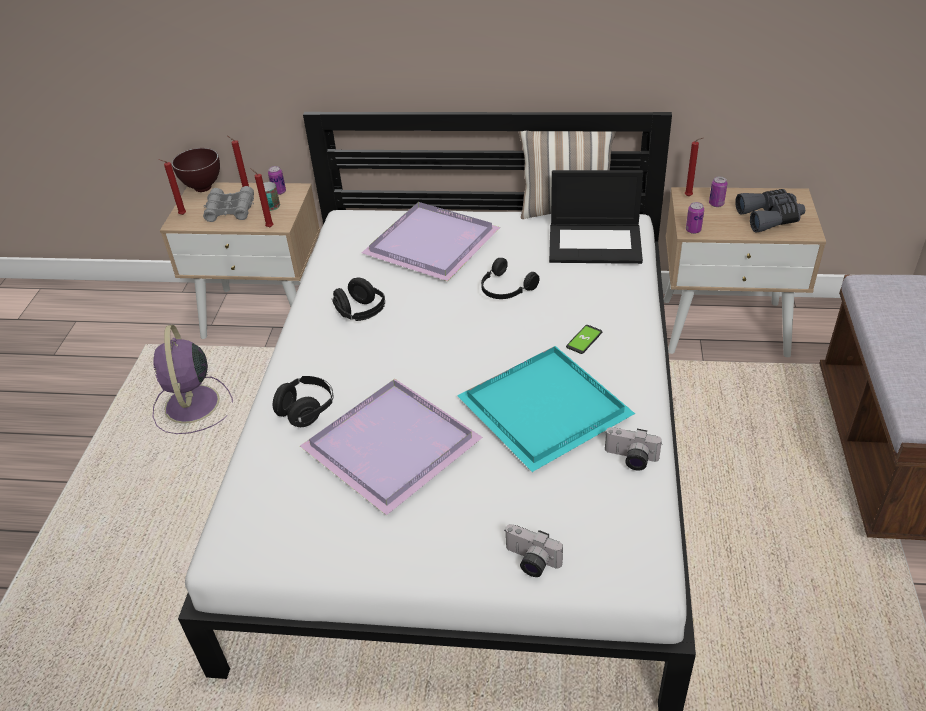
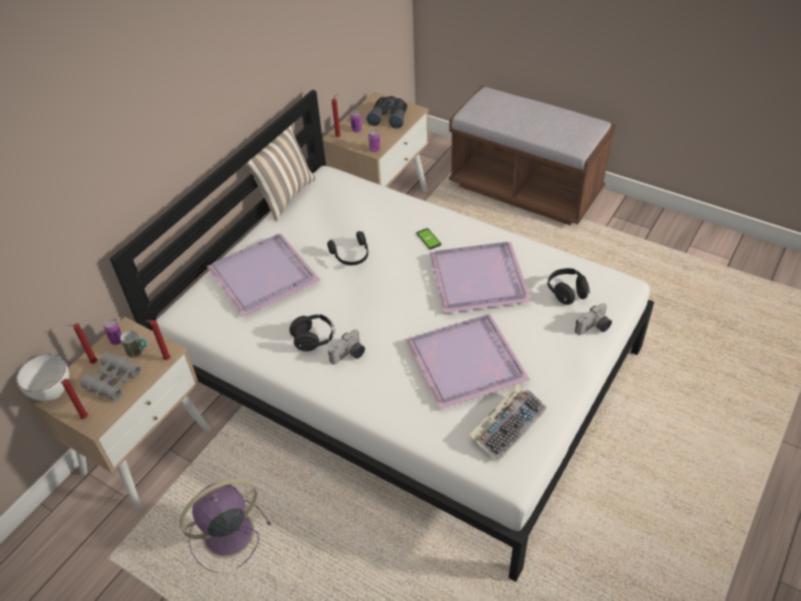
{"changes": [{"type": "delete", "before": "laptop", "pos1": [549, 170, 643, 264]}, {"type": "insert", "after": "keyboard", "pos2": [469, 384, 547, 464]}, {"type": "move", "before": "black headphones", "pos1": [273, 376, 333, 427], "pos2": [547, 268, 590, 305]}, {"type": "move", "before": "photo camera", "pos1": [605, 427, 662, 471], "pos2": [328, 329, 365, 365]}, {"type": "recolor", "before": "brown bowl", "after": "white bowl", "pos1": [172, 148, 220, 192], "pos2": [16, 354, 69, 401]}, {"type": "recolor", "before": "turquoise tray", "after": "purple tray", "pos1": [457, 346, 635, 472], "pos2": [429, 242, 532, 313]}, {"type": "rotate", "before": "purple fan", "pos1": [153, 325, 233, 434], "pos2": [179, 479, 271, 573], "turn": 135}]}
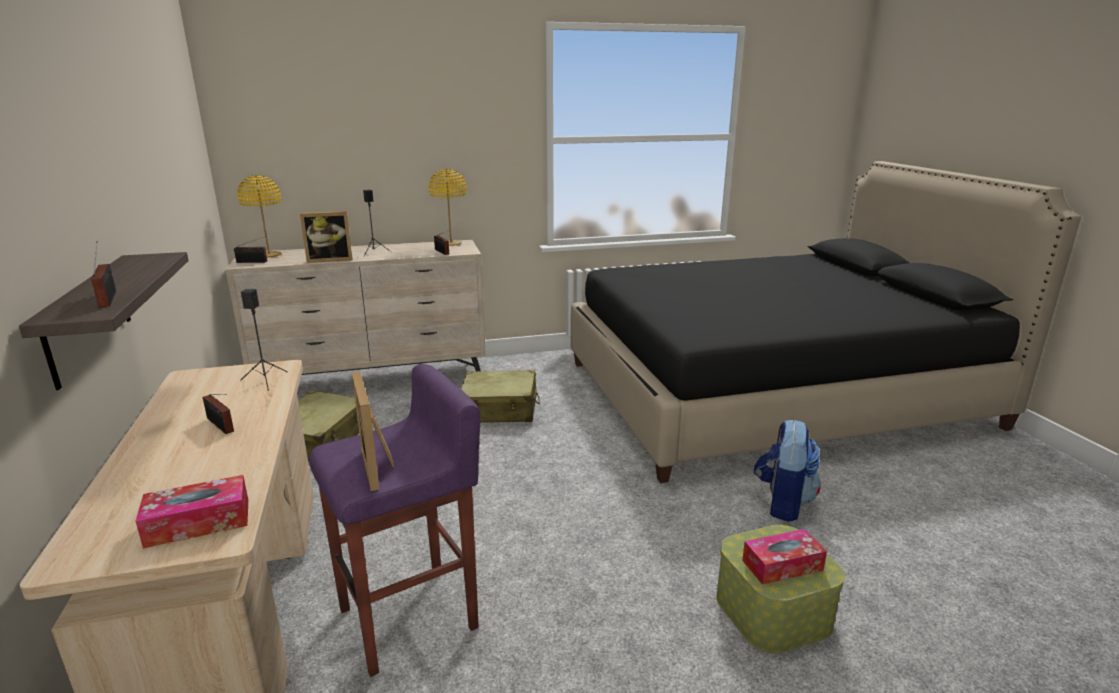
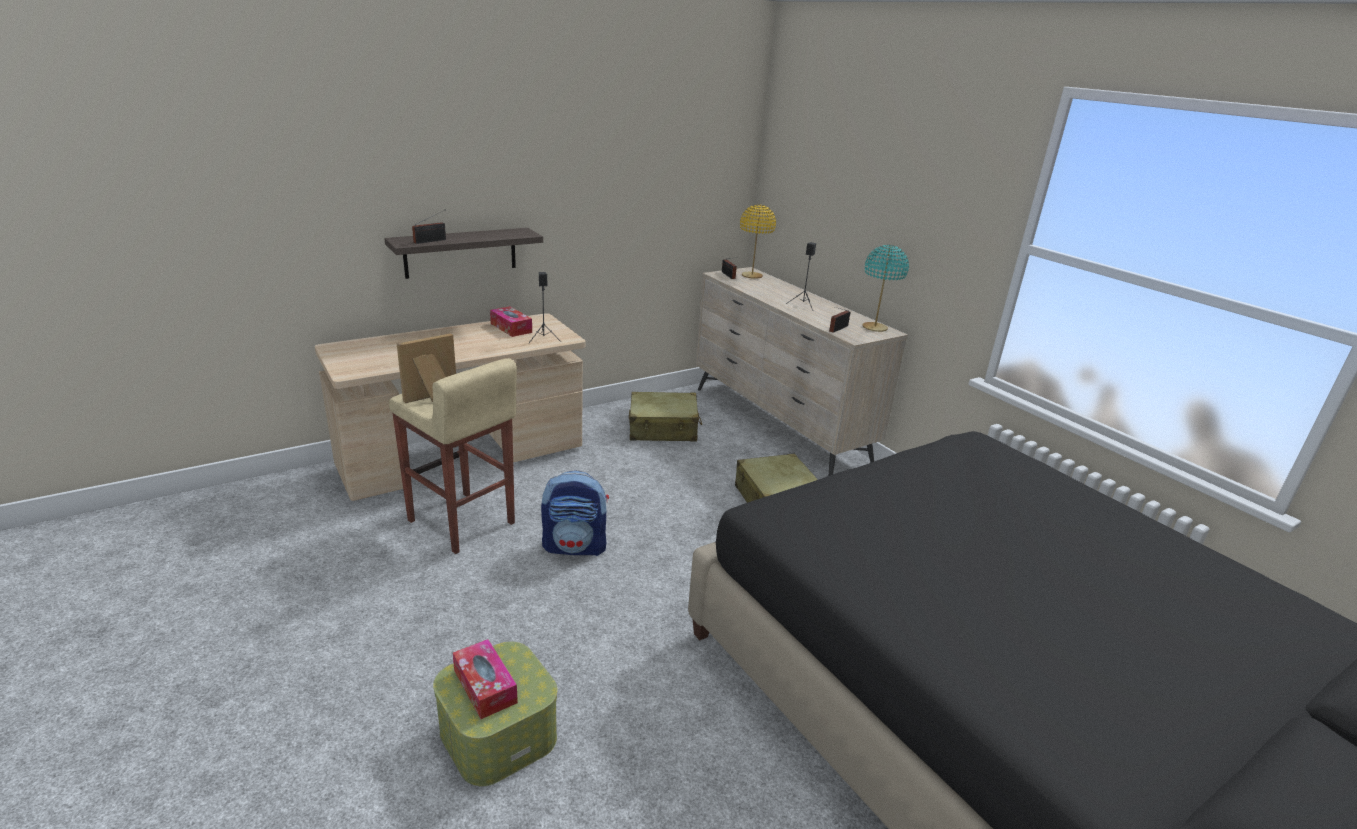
{"changes": [{"type": "delete", "before": "radio", "pos1": [203, 394, 234, 434]}, {"type": "delete", "before": "picture frame", "pos1": [300, 211, 352, 263]}, {"type": "move", "before": "tissue box", "pos1": [135, 475, 248, 549], "pos2": [490, 306, 532, 337]}, {"type": "move", "before": "backpack", "pos1": [754, 419, 821, 522], "pos2": [541, 471, 609, 556]}, {"type": "recolor", "before": "purple stool", "after": "beige stool", "pos1": [309, 364, 480, 677], "pos2": [389, 358, 517, 554]}, {"type": "recolor", "before": "yellow table lamp", "after": "turquoise table lamp", "pos1": [429, 169, 466, 246], "pos2": [862, 245, 909, 332]}]}
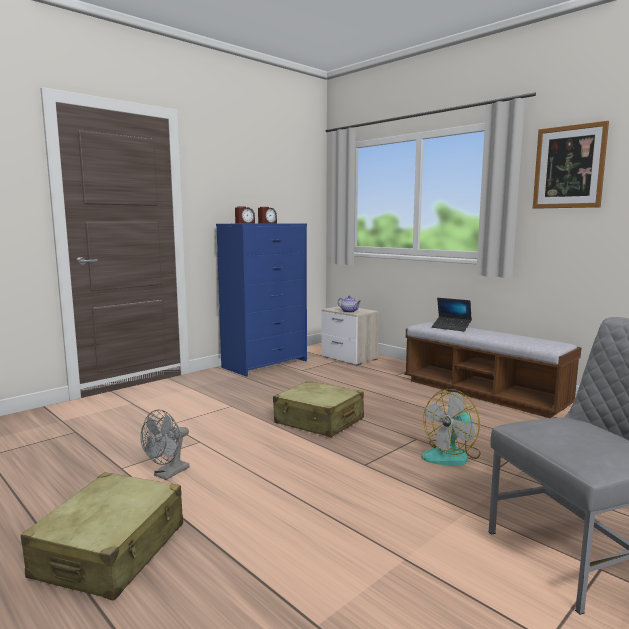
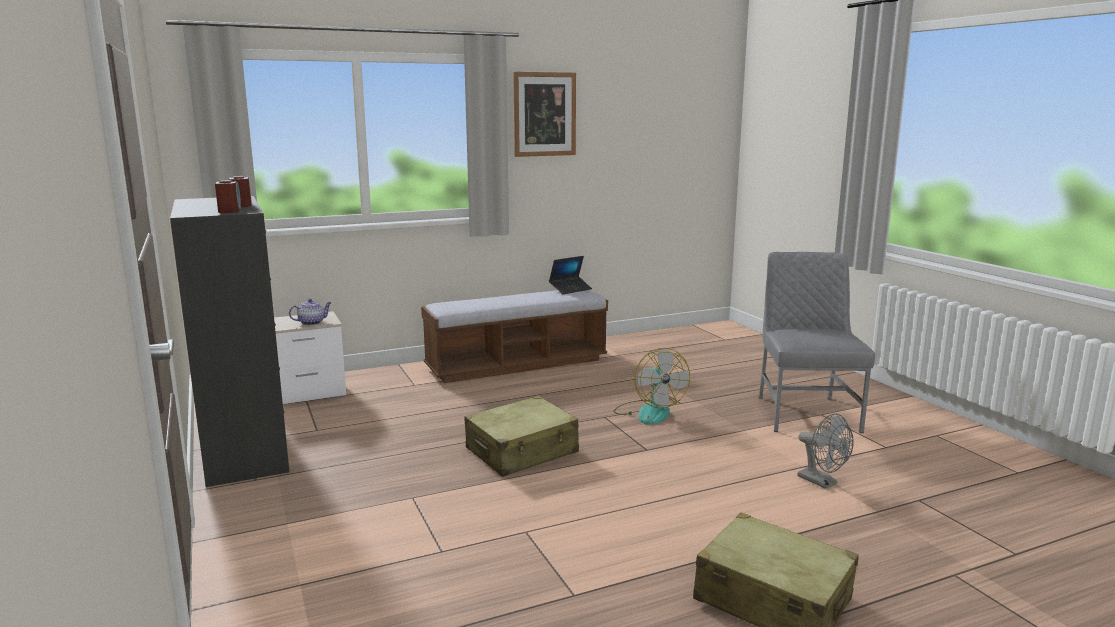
{"changes": [{"type": "move", "before": "grey fan", "pos1": [140, 410, 190, 480], "pos2": [797, 413, 854, 489]}, {"type": "move", "before": "laptop", "pos1": [432, 298, 472, 331], "pos2": [549, 256, 592, 294]}, {"type": "recolor", "before": "blue dresser", "after": "black dresser", "pos1": [216, 223, 307, 377], "pos2": [170, 196, 289, 487]}]}
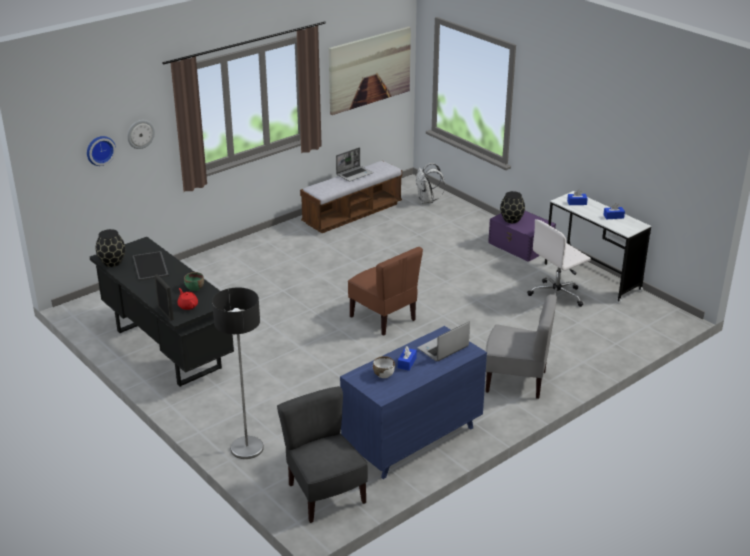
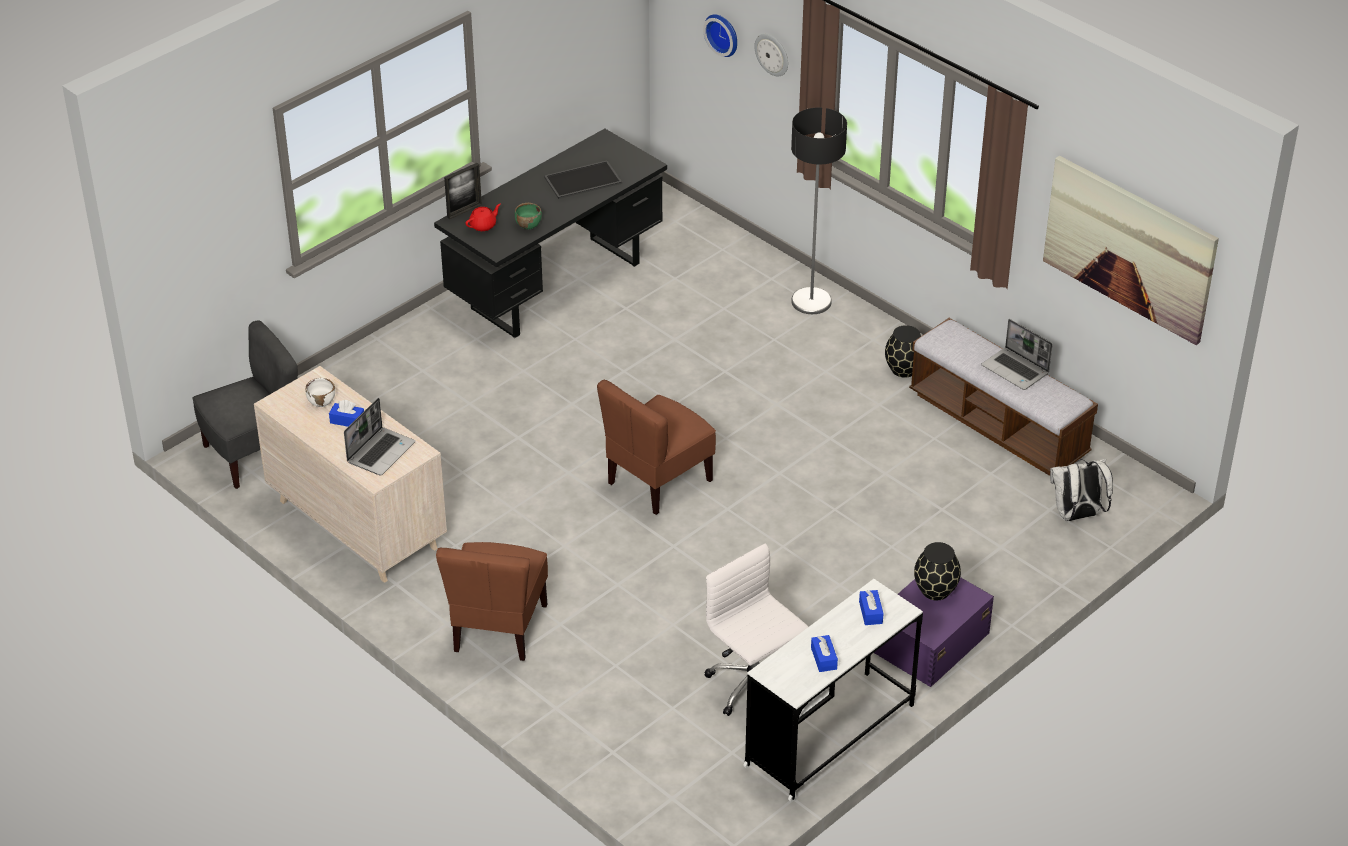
{"changes": [{"type": "move", "before": "black vase", "pos1": [96, 229, 125, 267], "pos2": [885, 325, 921, 378]}, {"type": "move", "before": "floor lamp", "pos1": [212, 287, 264, 459], "pos2": [791, 108, 847, 314]}, {"type": "recolor", "before": "blue dresser", "after": "beige dresser", "pos1": [340, 326, 487, 479], "pos2": [254, 366, 447, 583]}, {"type": "recolor", "before": "grey chair", "after": "brown chair", "pos1": [486, 294, 557, 399], "pos2": [436, 542, 548, 661]}, {"type": "rotate", "before": "laptop", "pos1": [417, 321, 470, 361], "pos2": [344, 398, 415, 475], "turn": 75}]}
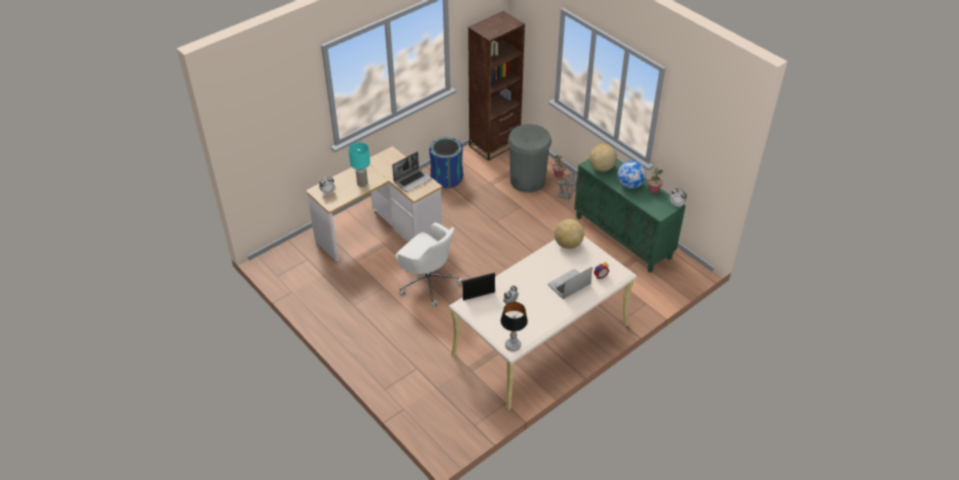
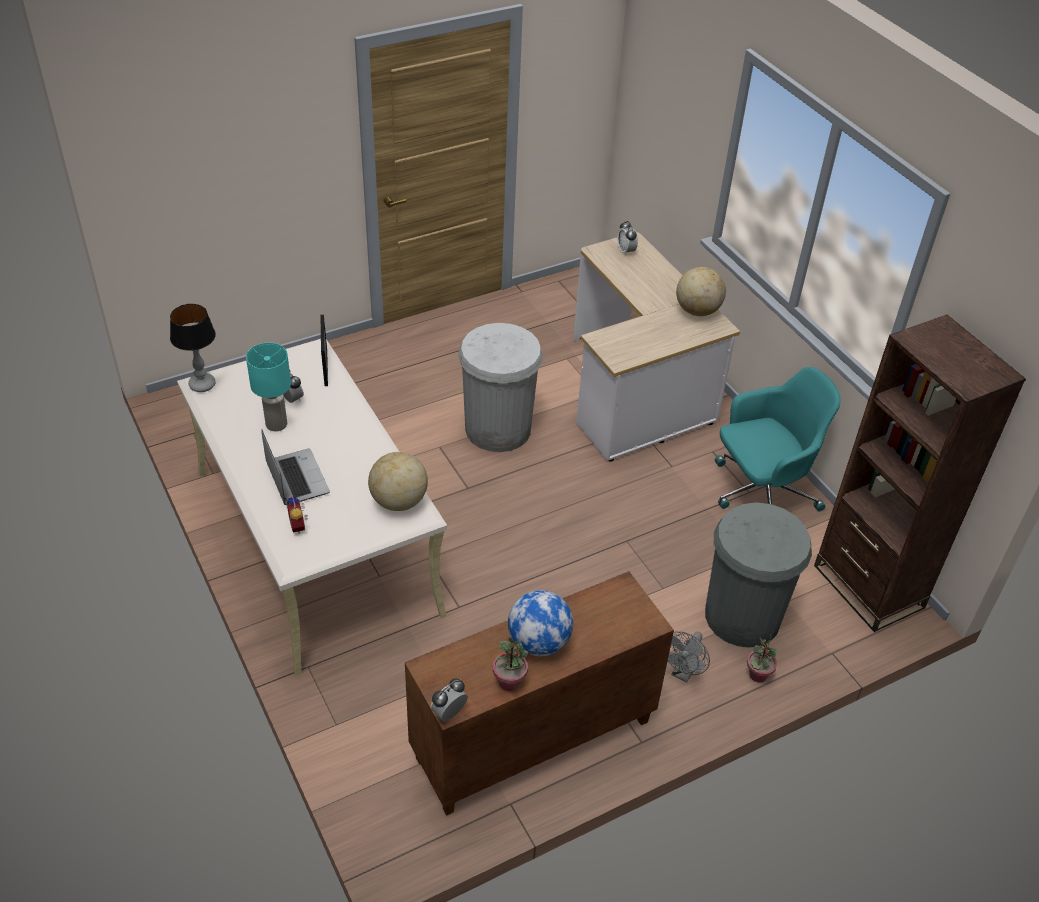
{"changes": [{"type": "delete", "before": "laptop", "pos1": [392, 152, 432, 192]}, {"type": "move", "before": "turquoise table lamp", "pos1": [348, 142, 370, 187], "pos2": [246, 343, 291, 431]}, {"type": "move", "before": "globe", "pos1": [589, 144, 617, 172], "pos2": [676, 267, 726, 316]}, {"type": "replace", "before": "white office chair", "after": "white trash can", "pos1": [395, 223, 463, 307], "pos2": [458, 323, 543, 452]}, {"type": "replace", "before": "blue trash can", "after": "turquoise office chair", "pos1": [429, 137, 463, 189], "pos2": [715, 367, 841, 511]}, {"type": "recolor", "before": "green cabinet", "after": "brown cabinet", "pos1": [574, 159, 686, 273], "pos2": [405, 571, 674, 816]}]}
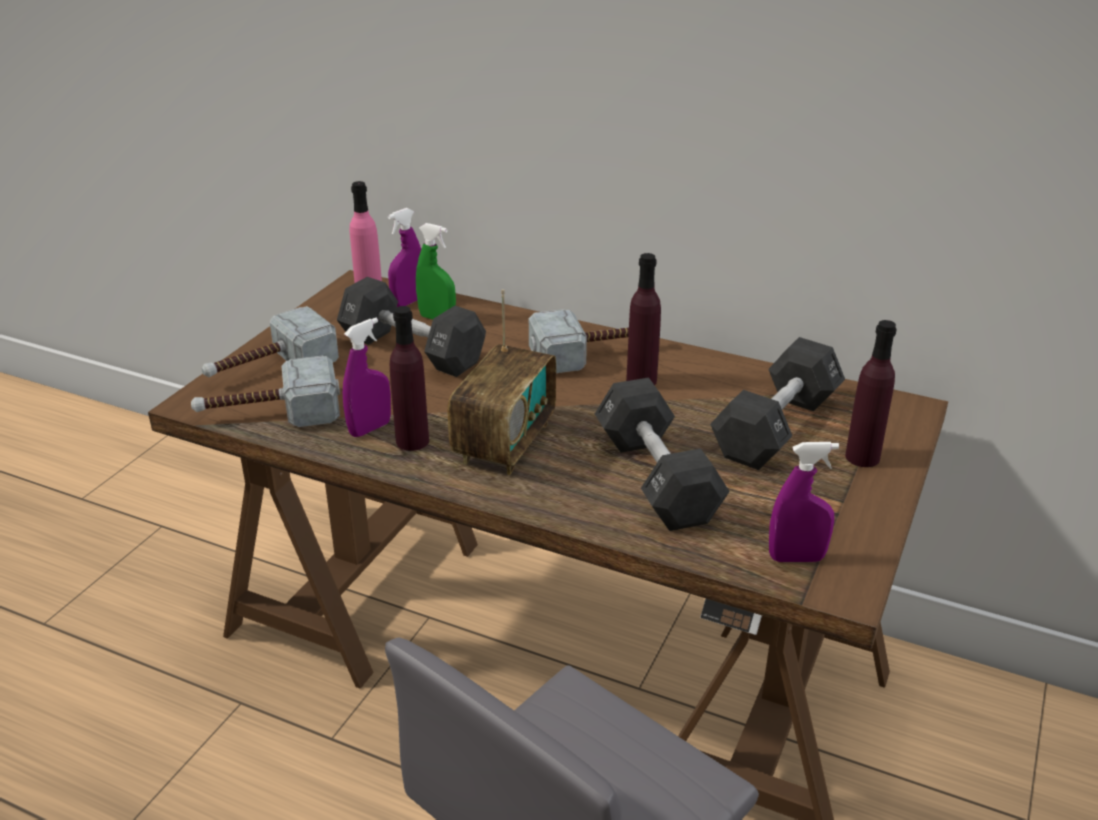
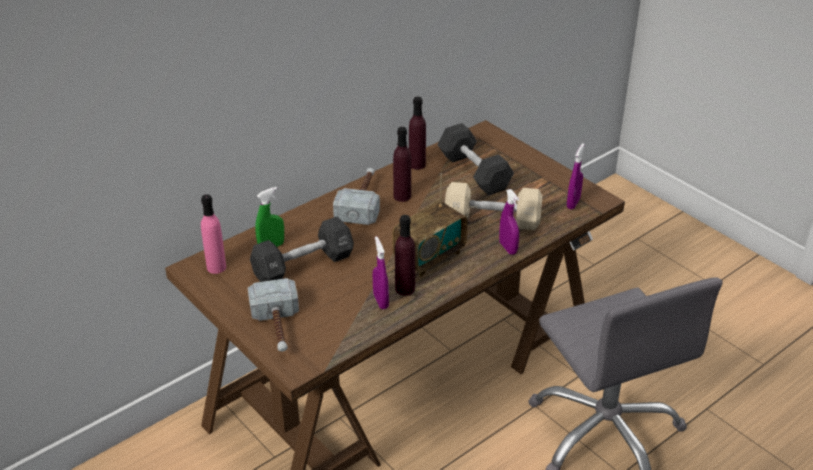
{"changes": [{"type": "delete", "before": "hammer", "pos1": [191, 356, 340, 427]}, {"type": "move", "before": "purple spray bottle", "pos1": [388, 208, 421, 307], "pos2": [499, 189, 519, 255]}, {"type": "move", "before": "purple bottle", "pos1": [845, 320, 897, 467], "pos2": [409, 97, 426, 170]}, {"type": "recolor", "before": "black dumbbell", "after": "beige dumbbell", "pos1": [595, 378, 730, 531], "pos2": [445, 182, 542, 230]}, {"type": "rotate", "before": "radio", "pos1": [447, 289, 556, 475], "pos2": [392, 173, 467, 277], "turn": 90}]}
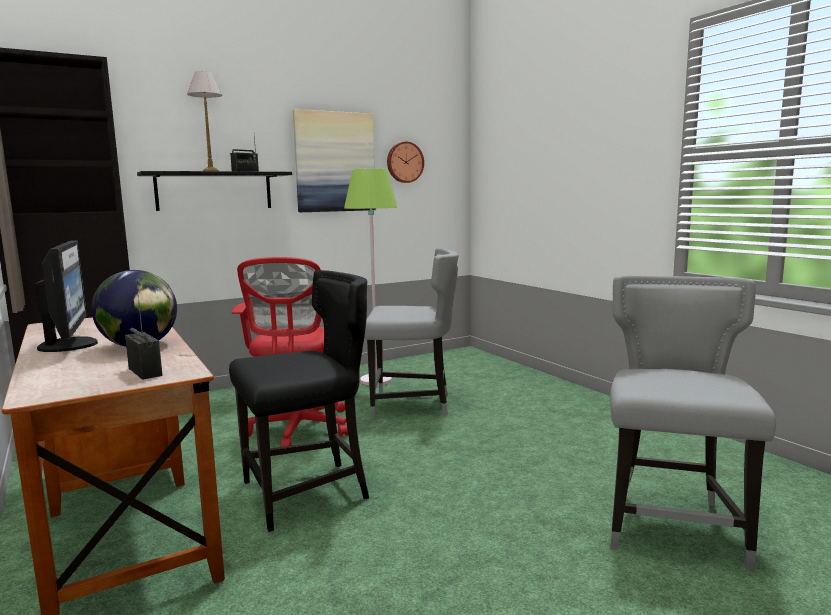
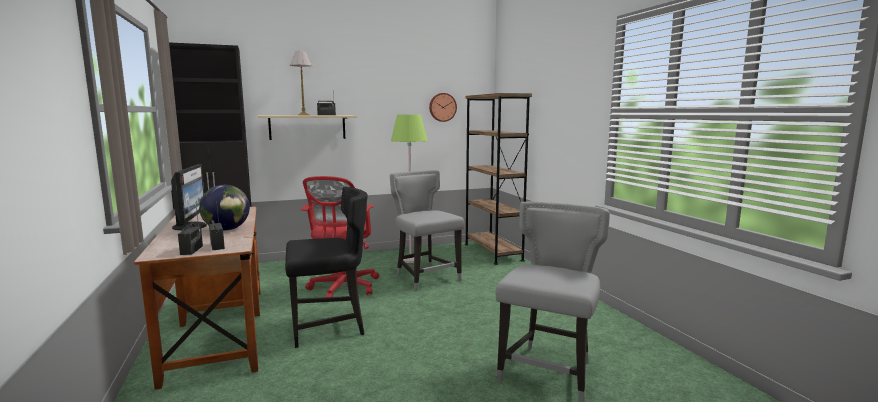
{"changes": [{"type": "delete", "before": "picture", "pos1": [293, 109, 376, 212]}, {"type": "insert", "after": "radio", "pos2": [178, 204, 203, 255]}, {"type": "insert", "after": "brown bookcase", "pos2": [465, 93, 532, 265]}, {"type": "recolor", "before": "black shelf", "after": "beige shelf", "pos1": [137, 171, 292, 211], "pos2": [258, 115, 357, 140]}, {"type": "rotate", "before": "grey chair", "pos1": [364, 248, 458, 419], "pos2": [390, 170, 465, 291], "turn": -135}]}
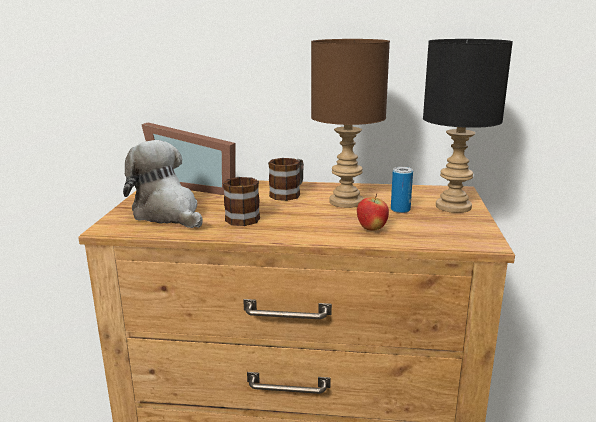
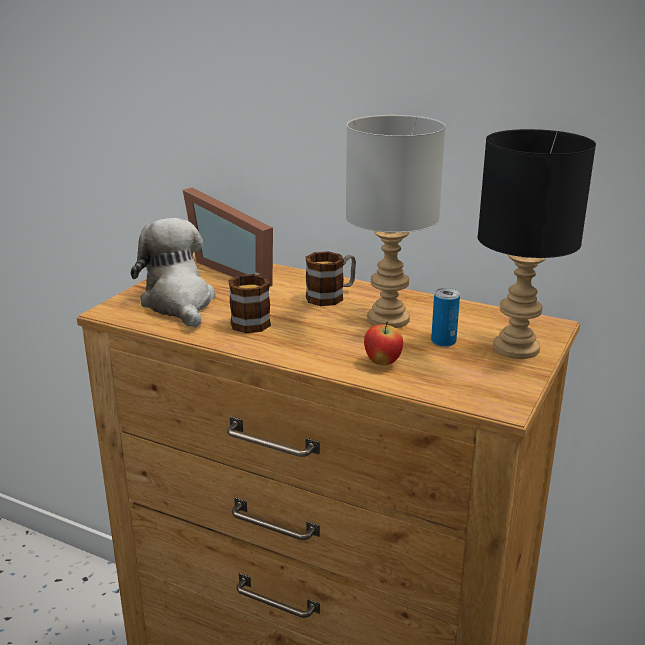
{"changes": [{"type": "recolor", "before": "brown table lamp", "after": "grey table lamp", "pos1": [311, 39, 390, 208], "pos2": [346, 115, 446, 328]}]}
